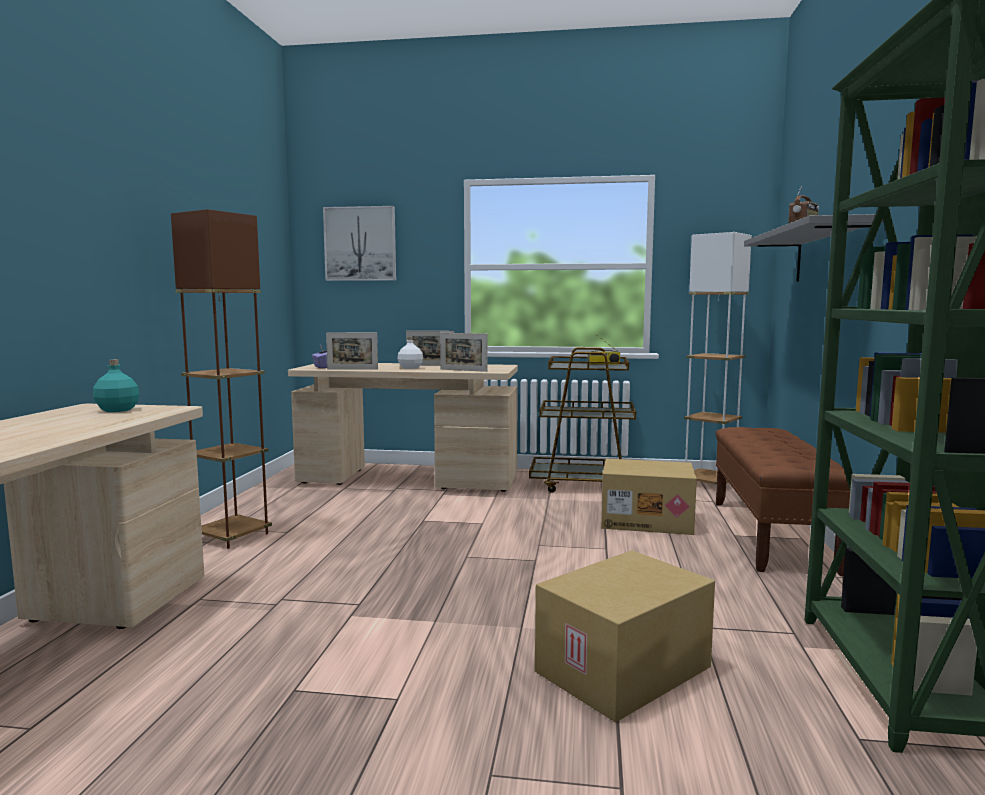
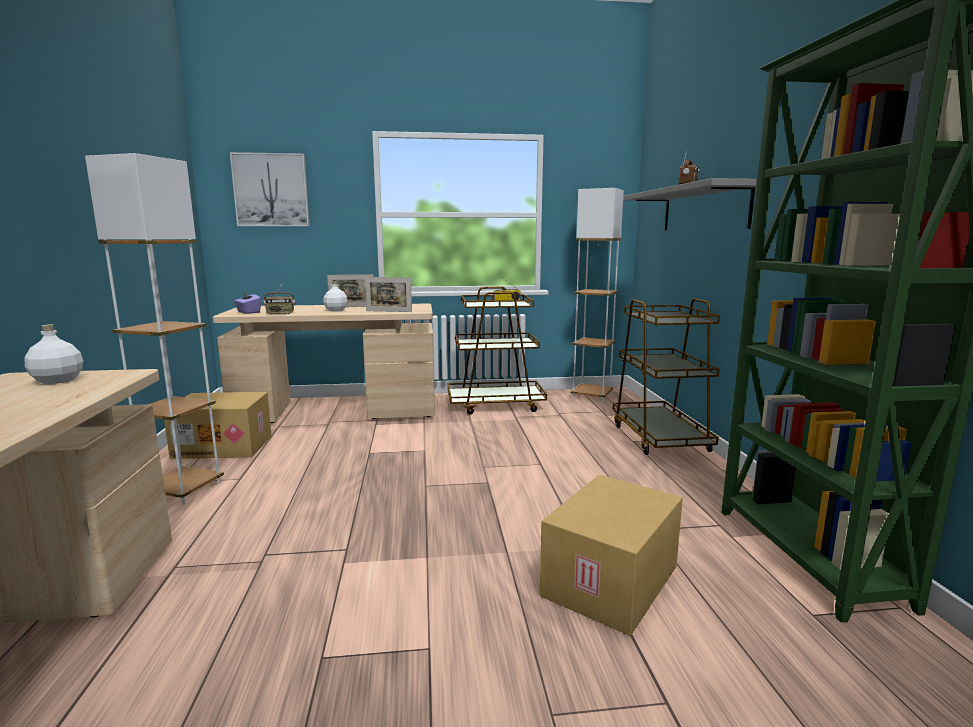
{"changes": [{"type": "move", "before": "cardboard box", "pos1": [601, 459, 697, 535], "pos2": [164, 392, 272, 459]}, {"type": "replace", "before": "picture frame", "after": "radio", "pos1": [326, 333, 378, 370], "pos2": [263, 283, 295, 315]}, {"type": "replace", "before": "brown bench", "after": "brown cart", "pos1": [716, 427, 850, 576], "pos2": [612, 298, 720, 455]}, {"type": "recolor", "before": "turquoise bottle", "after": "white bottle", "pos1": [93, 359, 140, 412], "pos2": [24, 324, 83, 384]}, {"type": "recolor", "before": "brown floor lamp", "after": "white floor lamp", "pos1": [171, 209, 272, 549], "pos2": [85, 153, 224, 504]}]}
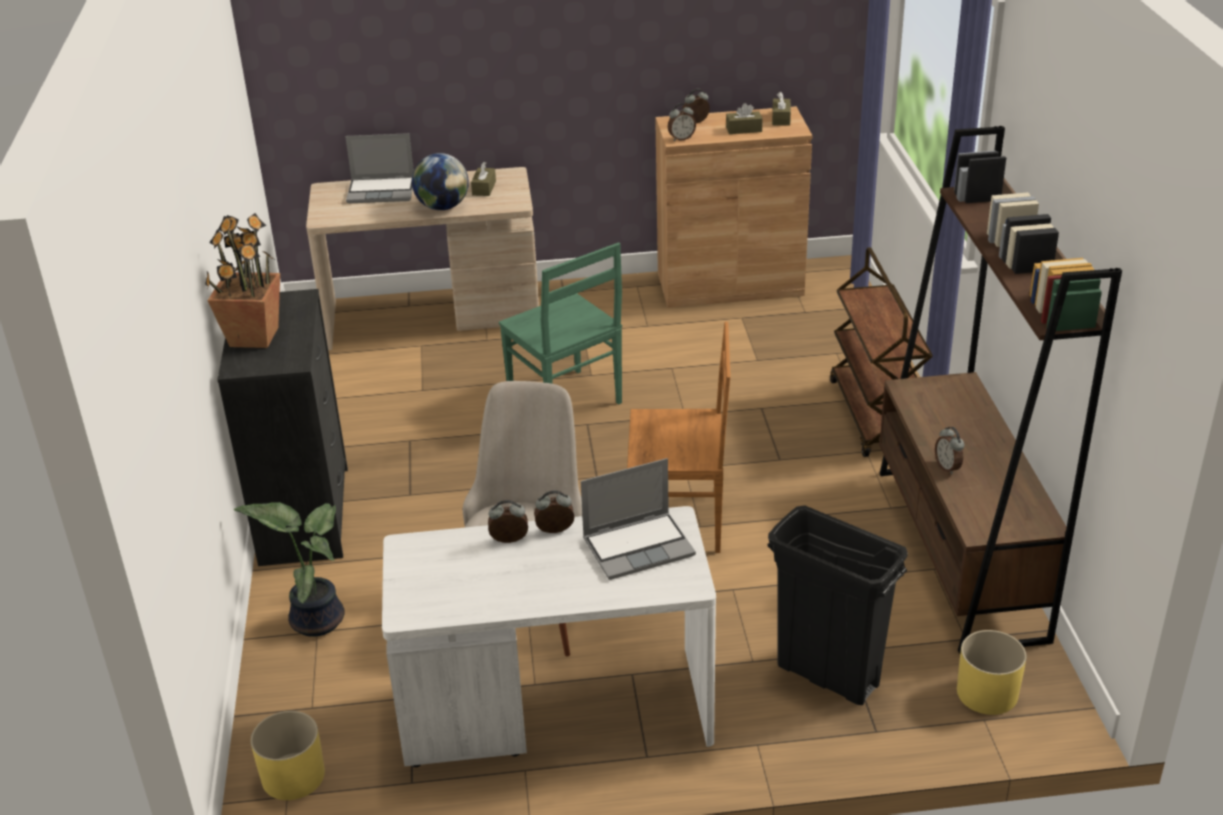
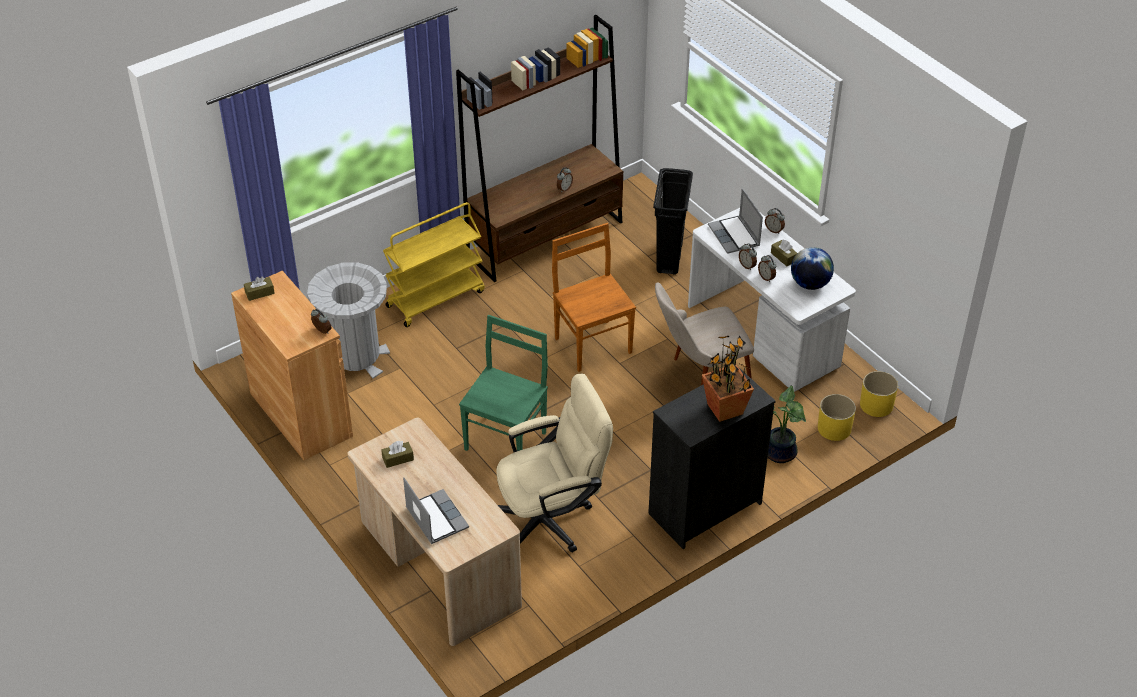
{"changes": [{"type": "insert", "after": "grey trash can", "pos2": [307, 262, 390, 379]}, {"type": "insert", "after": "beige office chair", "pos2": [496, 374, 613, 552]}, {"type": "move", "before": "globe", "pos1": [412, 153, 469, 210], "pos2": [791, 247, 834, 290]}, {"type": "move", "before": "alarm clock", "pos1": [682, 89, 710, 124], "pos2": [765, 208, 785, 234]}, {"type": "move", "before": "brown tissue box", "pos1": [726, 103, 763, 134], "pos2": [771, 239, 797, 266]}, {"type": "move", "before": "yellow planter", "pos1": [957, 630, 1027, 715], "pos2": [818, 394, 856, 441]}, {"type": "recolor", "before": "brown cart", "after": "yellow cart", "pos1": [830, 247, 933, 457], "pos2": [383, 202, 485, 327]}, {"type": "rotate", "before": "laptop", "pos1": [580, 458, 696, 580], "pos2": [708, 188, 763, 254], "turn": -150}]}
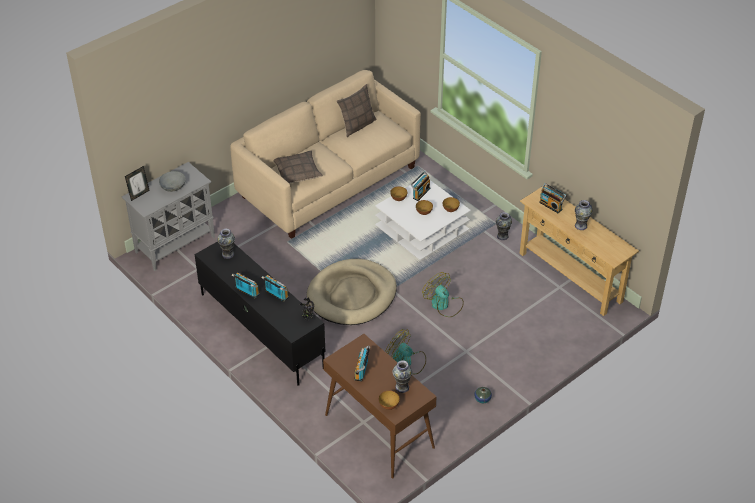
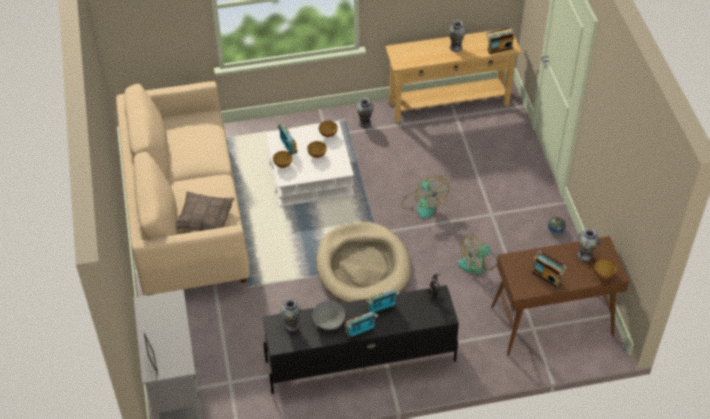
{"changes": [{"type": "delete", "before": "pillow", "pos1": [337, 84, 377, 137]}, {"type": "move", "before": "grey bowl", "pos1": [159, 171, 186, 192], "pos2": [312, 301, 345, 330]}, {"type": "move", "before": "radio", "pos1": [539, 183, 567, 213], "pos2": [486, 27, 515, 54]}, {"type": "rotate", "before": "fan", "pos1": [422, 272, 464, 317], "pos2": [401, 176, 449, 219], "turn": -105}]}
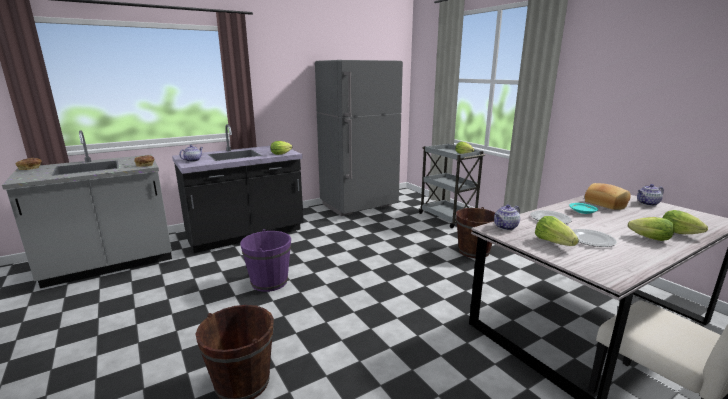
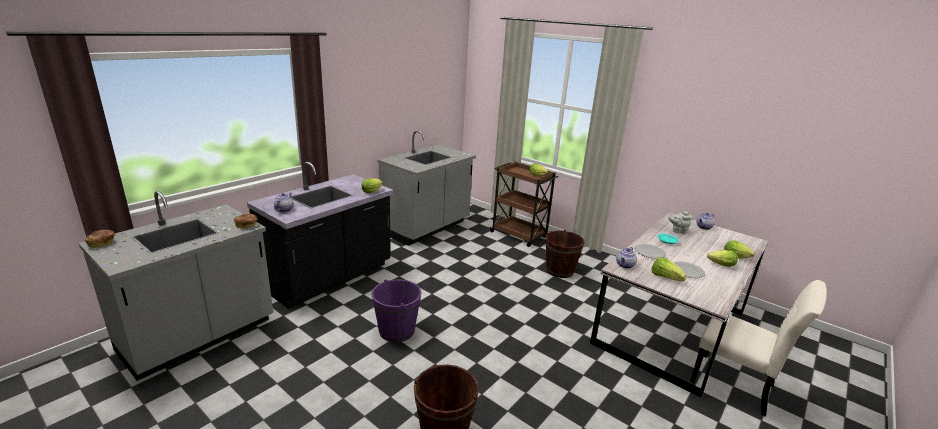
{"changes": [{"type": "replace", "before": "grey fridge", "after": "grey counter", "pos1": [315, 60, 403, 216], "pos2": [378, 130, 476, 246]}, {"type": "replace", "before": "bread", "after": "grey teapot", "pos1": [585, 183, 631, 210], "pos2": [668, 211, 692, 234]}, {"type": "recolor", "before": "grey cart", "after": "brown cart", "pos1": [419, 143, 485, 228], "pos2": [489, 162, 559, 247]}]}
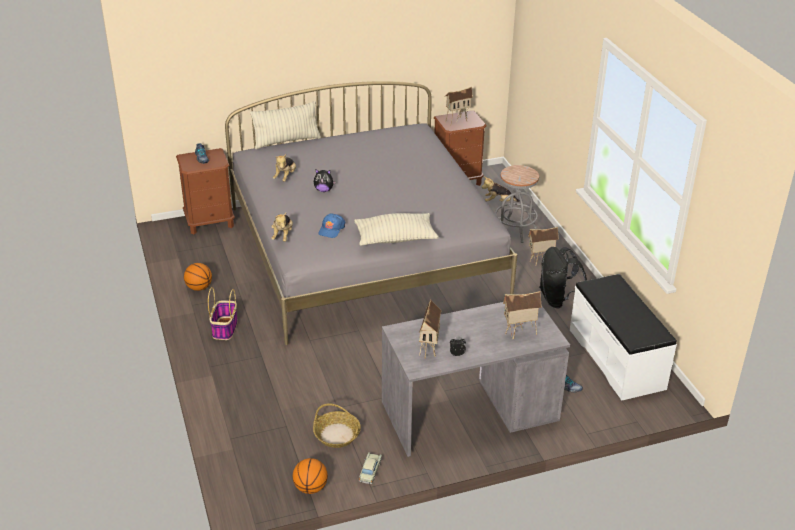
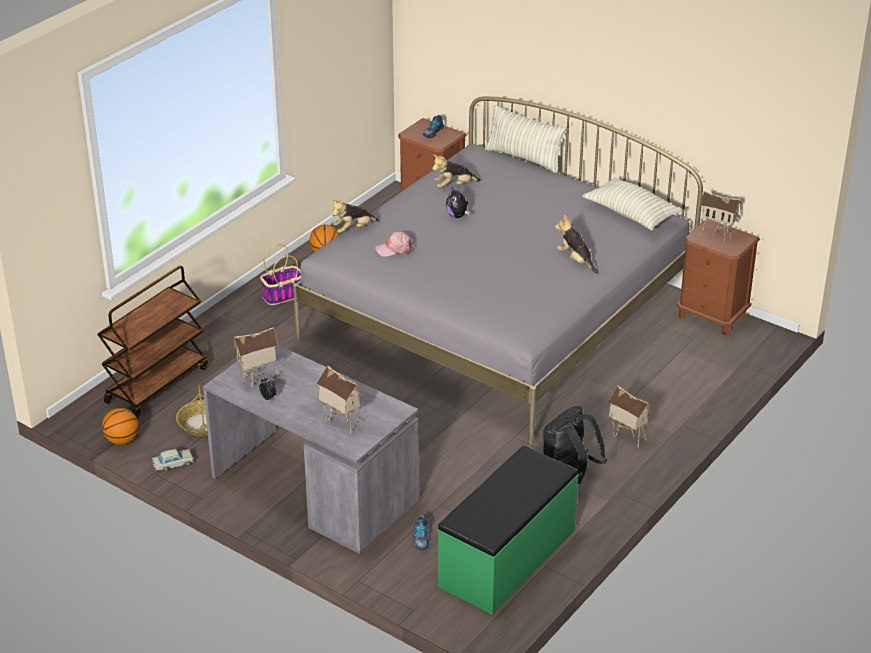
{"changes": [{"type": "delete", "before": "grey stool", "pos1": [495, 165, 539, 243]}, {"type": "insert", "after": "brown cart", "pos2": [97, 266, 208, 418]}, {"type": "move", "before": "pillow", "pos1": [354, 213, 439, 246], "pos2": [582, 177, 683, 230]}, {"type": "move", "before": "plush toy", "pos1": [482, 176, 520, 202], "pos2": [555, 214, 599, 273]}, {"type": "recolor", "before": "blue cap", "after": "pink cap", "pos1": [318, 214, 345, 238], "pos2": [375, 232, 414, 257]}, {"type": "recolor", "before": "white bench", "after": "green bench", "pos1": [570, 274, 677, 401], "pos2": [437, 445, 579, 615]}]}
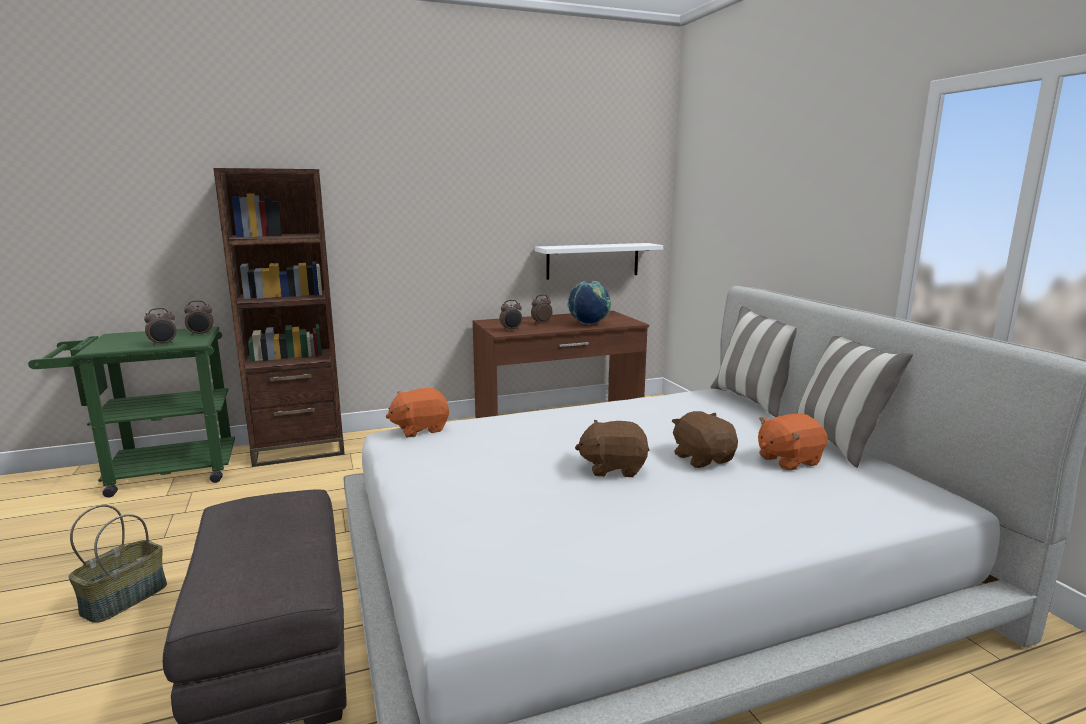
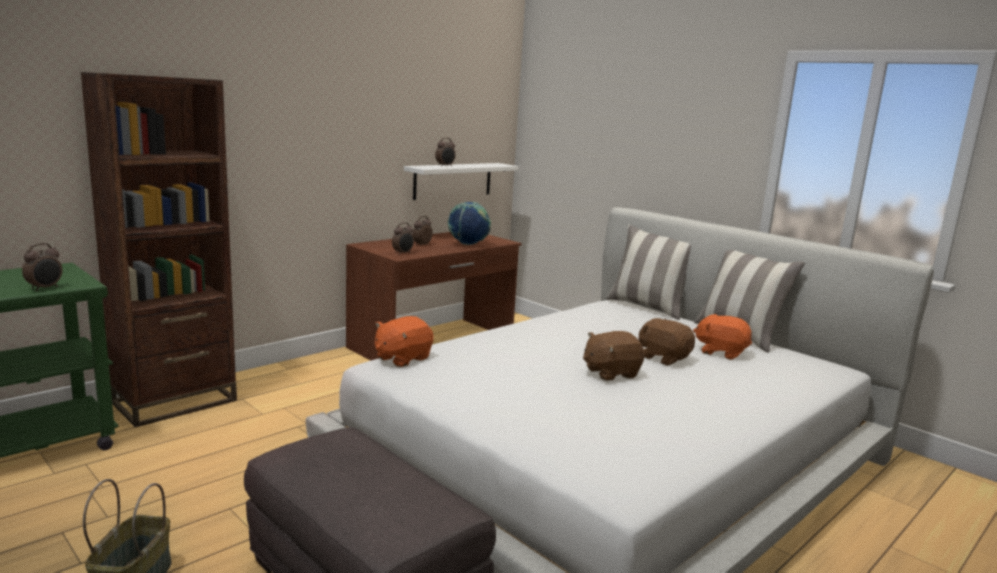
{"changes": [{"type": "move", "before": "alarm clock", "pos1": [184, 300, 214, 336], "pos2": [435, 138, 456, 167]}, {"type": "rotate", "before": "orange plush toy", "pos1": [758, 414, 828, 470], "pos2": [693, 314, 752, 360], "turn": 75}]}
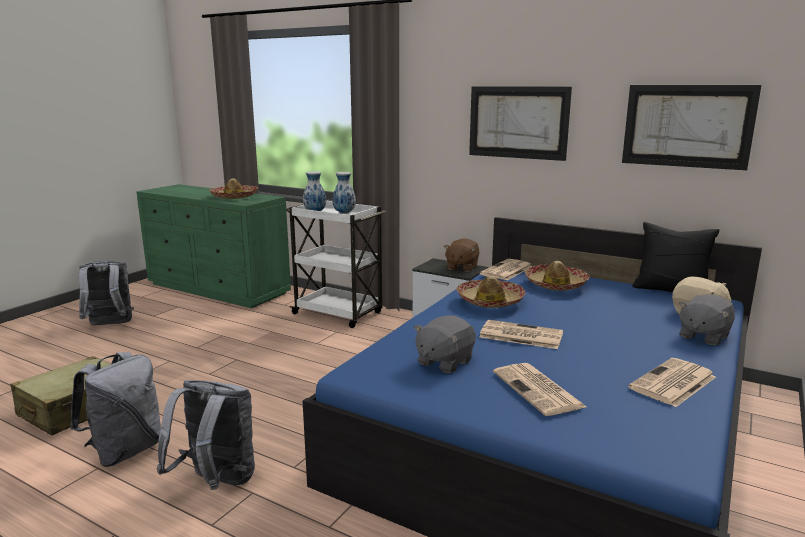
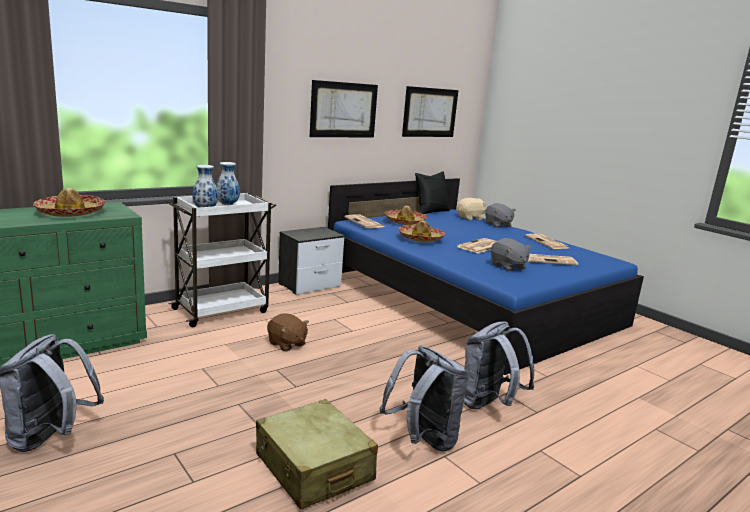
{"changes": [{"type": "move", "before": "brown plush toy", "pos1": [444, 238, 480, 272], "pos2": [267, 313, 309, 351]}]}
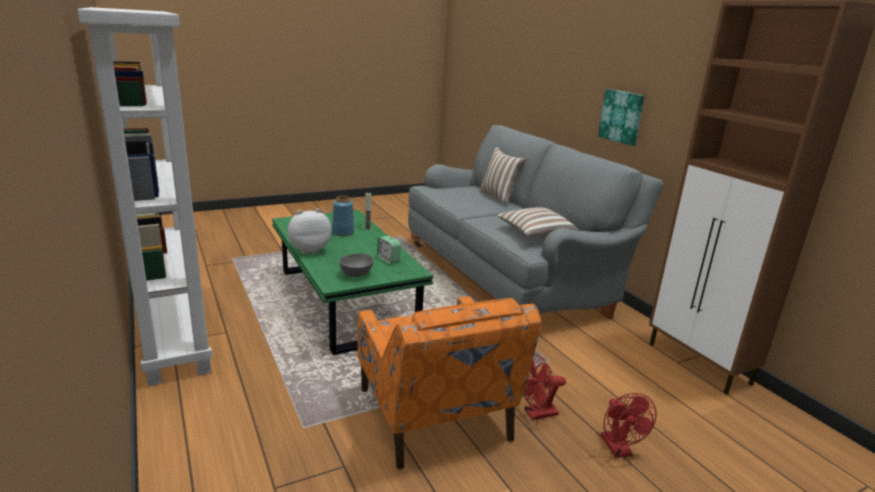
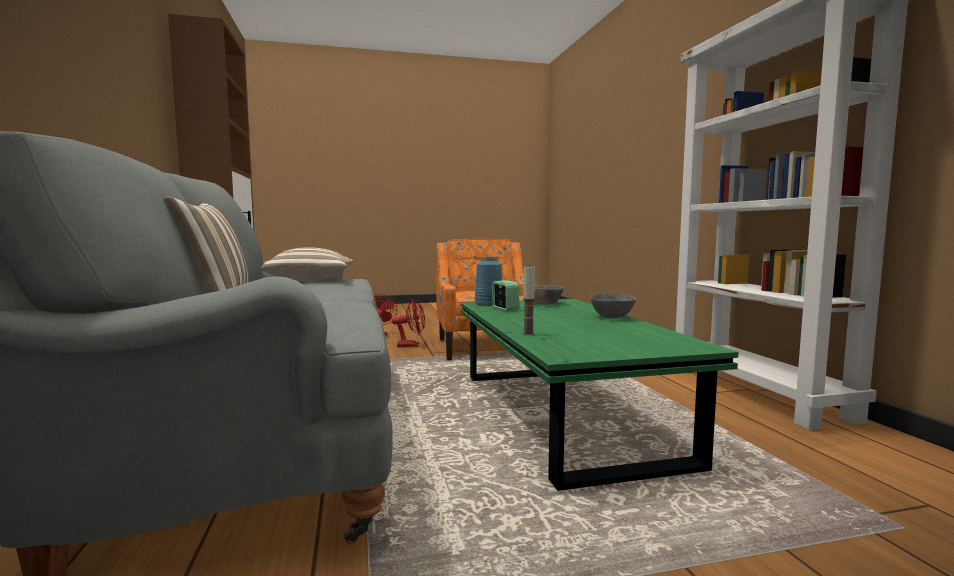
{"changes": [{"type": "delete", "before": "picture", "pos1": [598, 89, 645, 146]}, {"type": "move", "before": "blue vase", "pos1": [332, 196, 355, 236], "pos2": [474, 256, 502, 306]}, {"type": "replace", "before": "plush toy", "after": "grey bowl", "pos1": [288, 209, 331, 254], "pos2": [591, 294, 636, 319]}]}
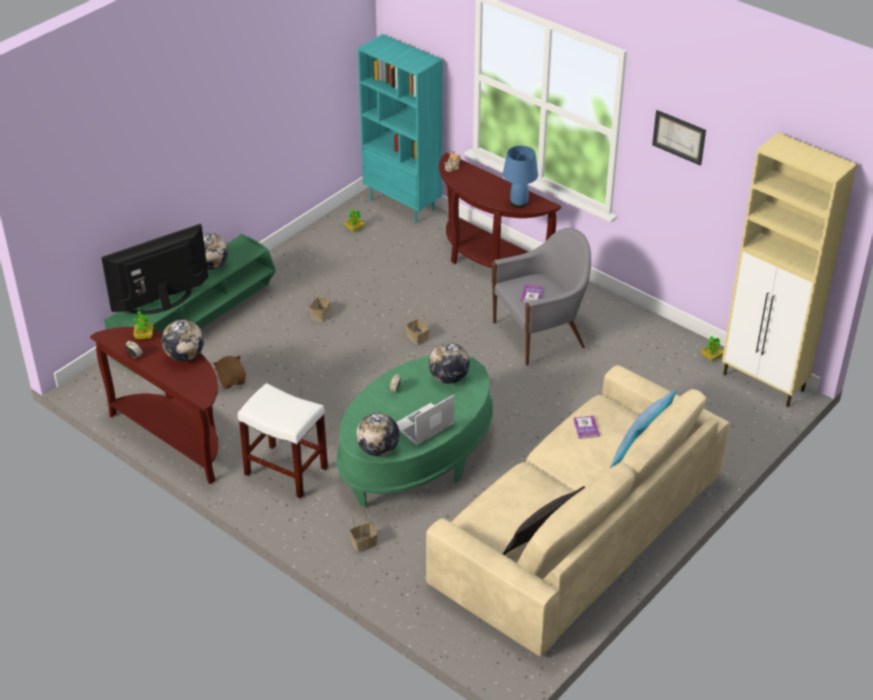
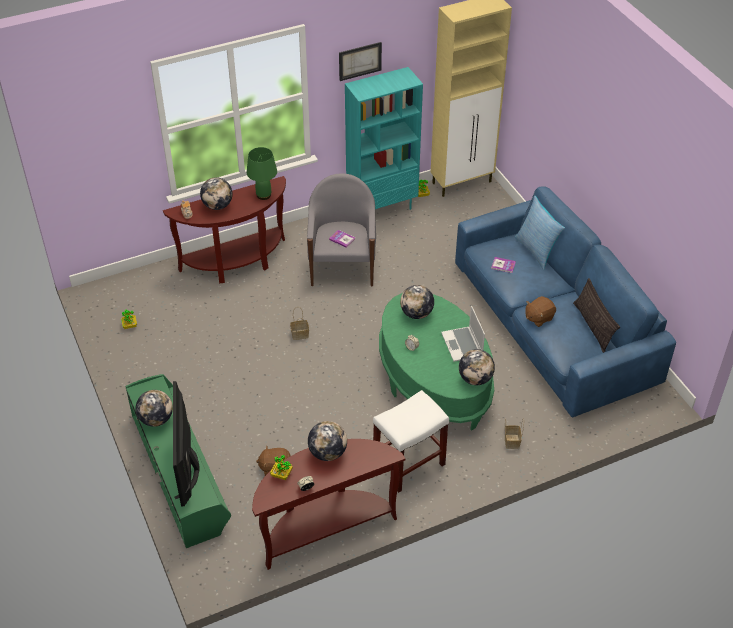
{"changes": [{"type": "delete", "before": "basket", "pos1": [308, 284, 331, 322]}, {"type": "insert", "after": "globe", "pos2": [200, 177, 233, 210]}, {"type": "insert", "after": "brown plush toy", "pos2": [525, 296, 556, 327]}, {"type": "move", "before": "turquoise bookcase", "pos1": [358, 34, 443, 223], "pos2": [345, 67, 423, 210]}, {"type": "recolor", "before": "beige sofa", "after": "blue sofa", "pos1": [426, 365, 730, 657], "pos2": [455, 186, 676, 417]}, {"type": "recolor", "before": "blue table lamp", "after": "green table lamp", "pos1": [503, 146, 538, 208], "pos2": [247, 147, 277, 200]}]}
